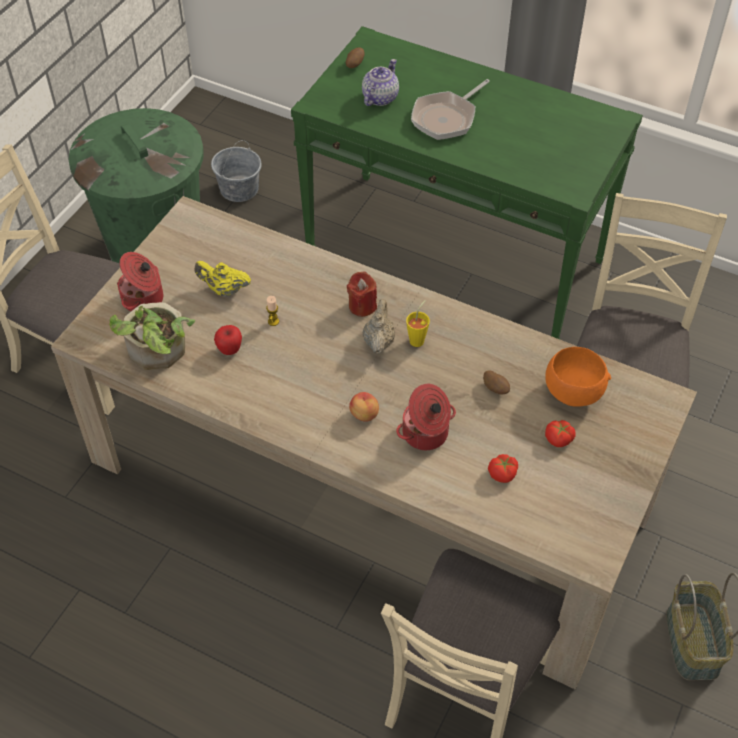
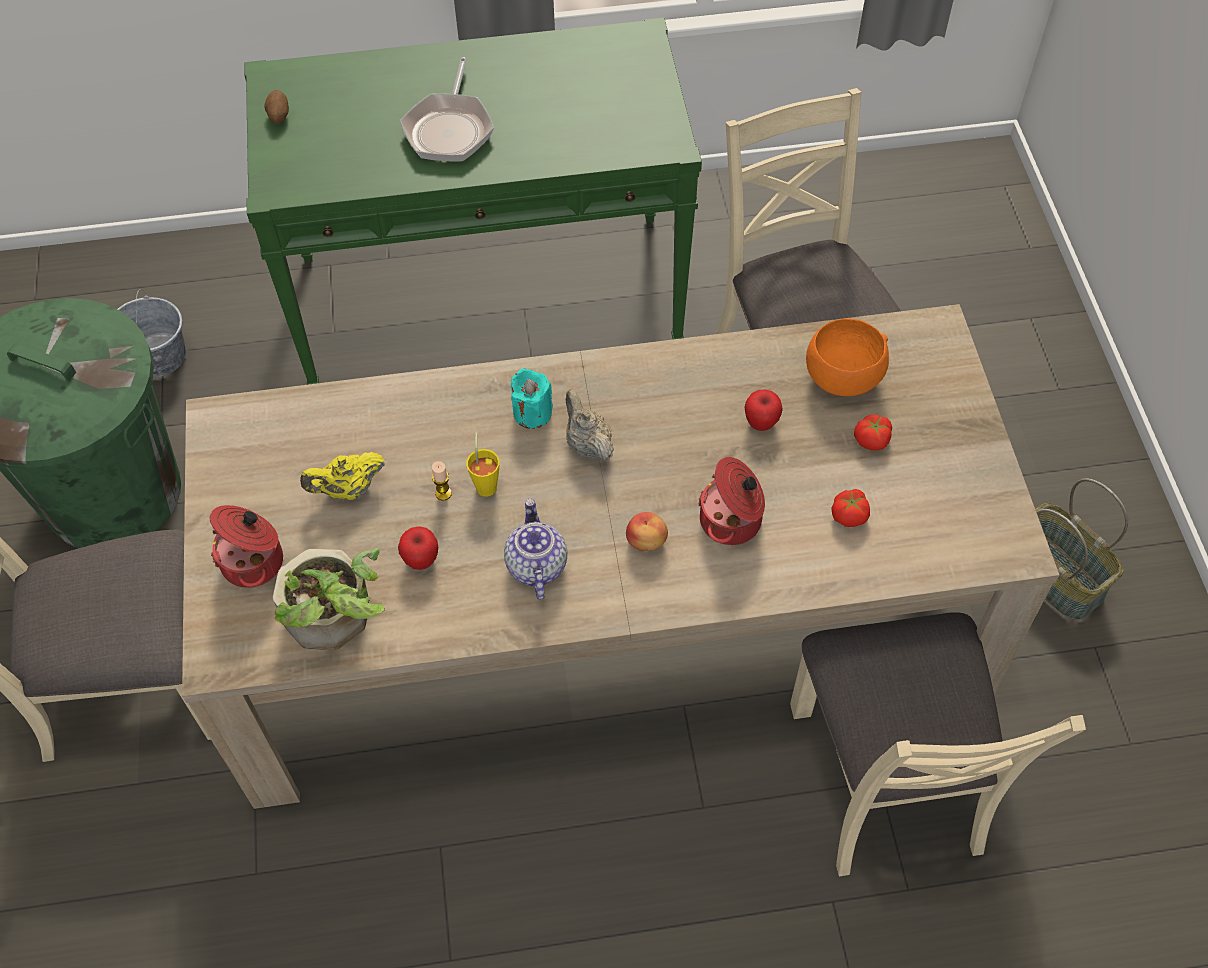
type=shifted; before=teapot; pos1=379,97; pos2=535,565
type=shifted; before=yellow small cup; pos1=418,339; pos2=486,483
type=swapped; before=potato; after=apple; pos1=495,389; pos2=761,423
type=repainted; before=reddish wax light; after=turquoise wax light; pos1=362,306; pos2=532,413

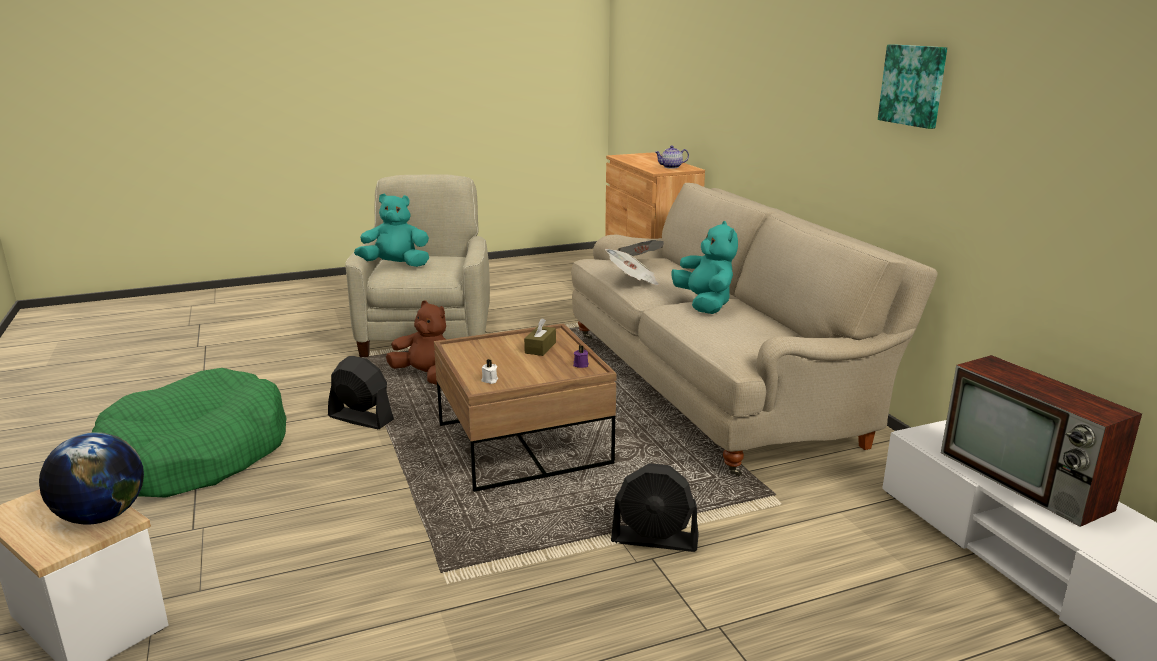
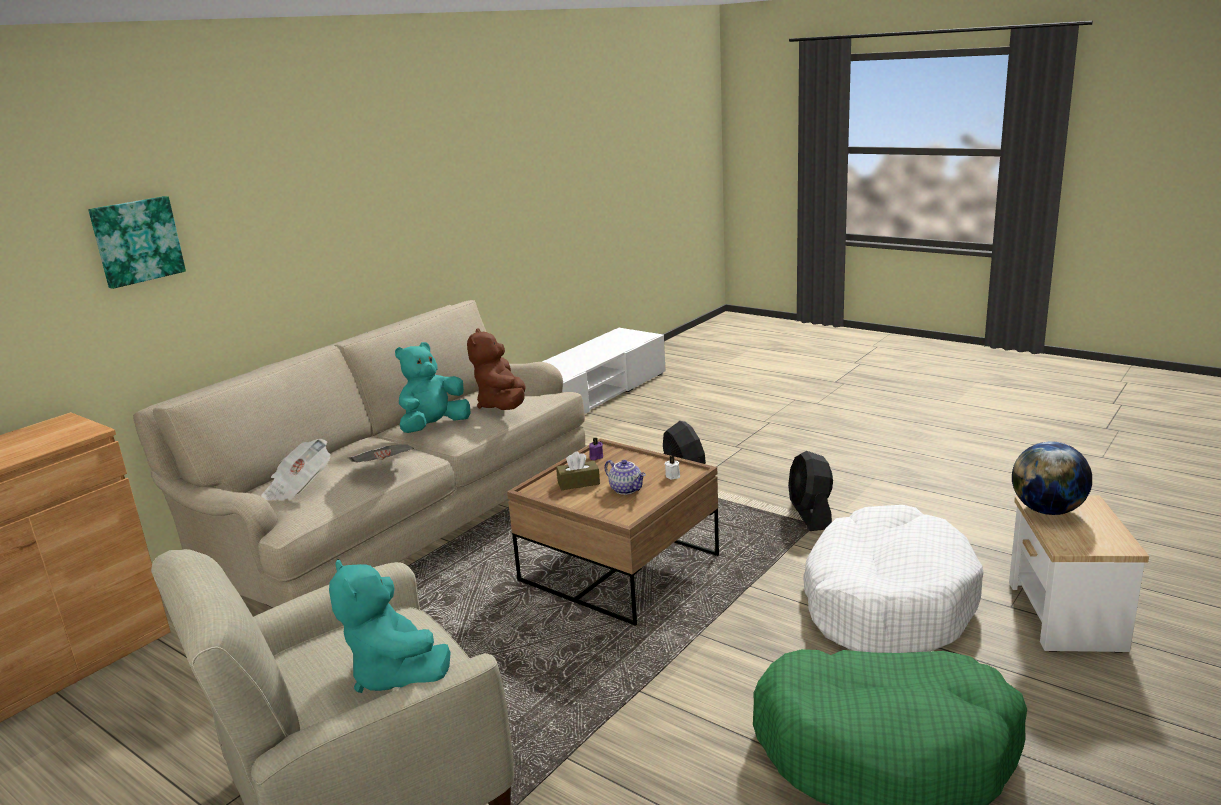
type=gone; before=TV set; pos1=1026,481
type=new; after=white dog cushion; pos2=887,602
type=shifted; before=black cooling fan; pos1=360,418; pos2=810,515
type=shifted; before=brownish soft toy; pos1=426,376; pos2=503,406
type=shifted; before=teapot; pos1=671,167; pos2=626,489
type=shifted; before=wall art; pos1=914,85; pos2=136,241

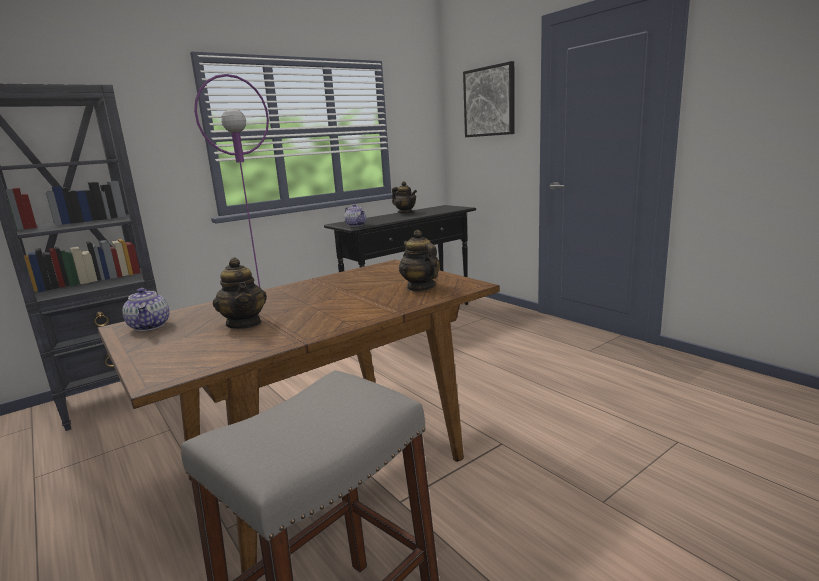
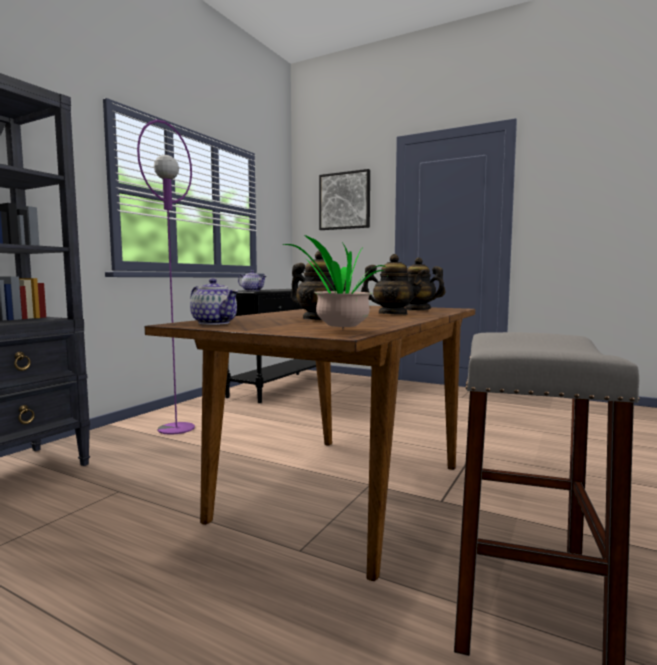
type=new; after=potted plant; pos2=338,330
type=shifted; before=teapot; pos1=405,213; pos2=392,314

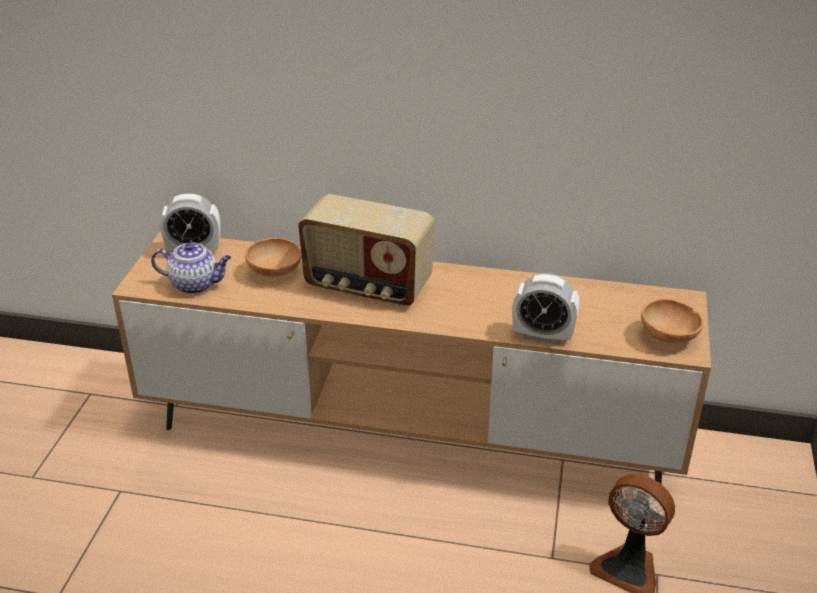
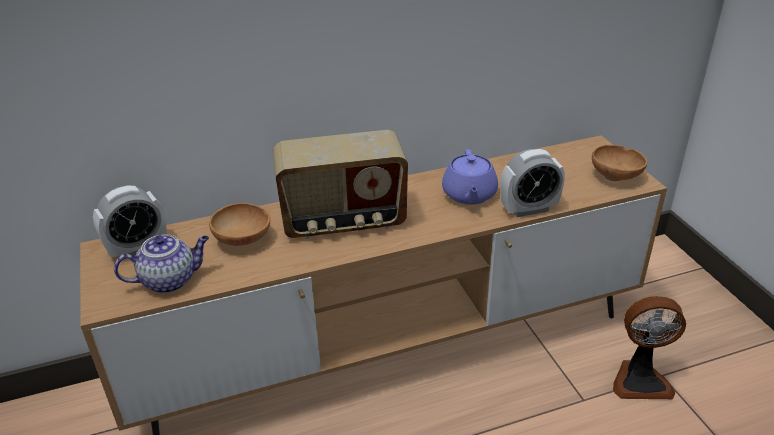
type=new; after=purplish teapot; pos2=469,195

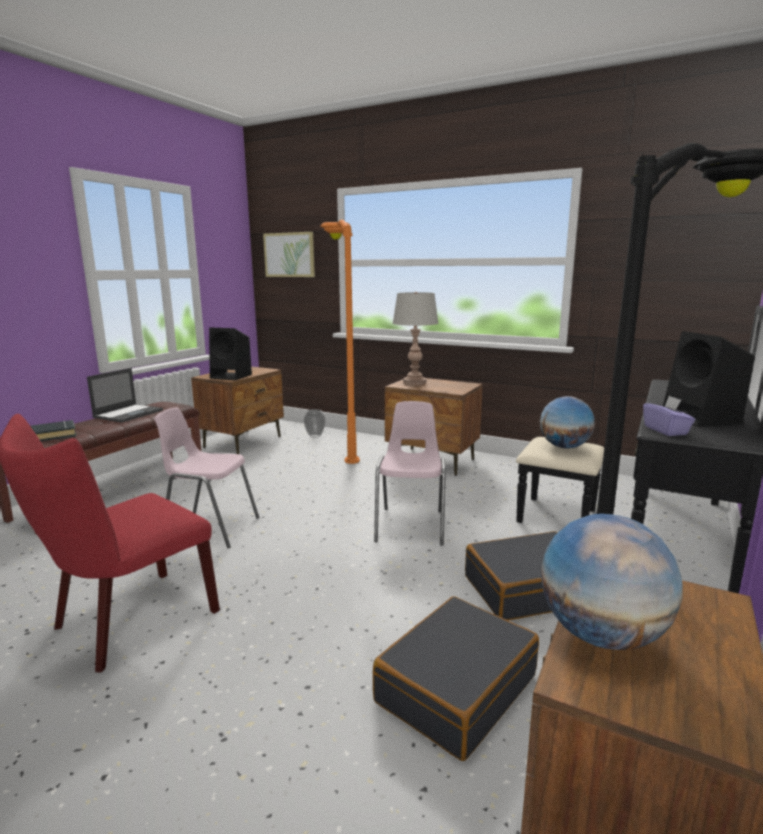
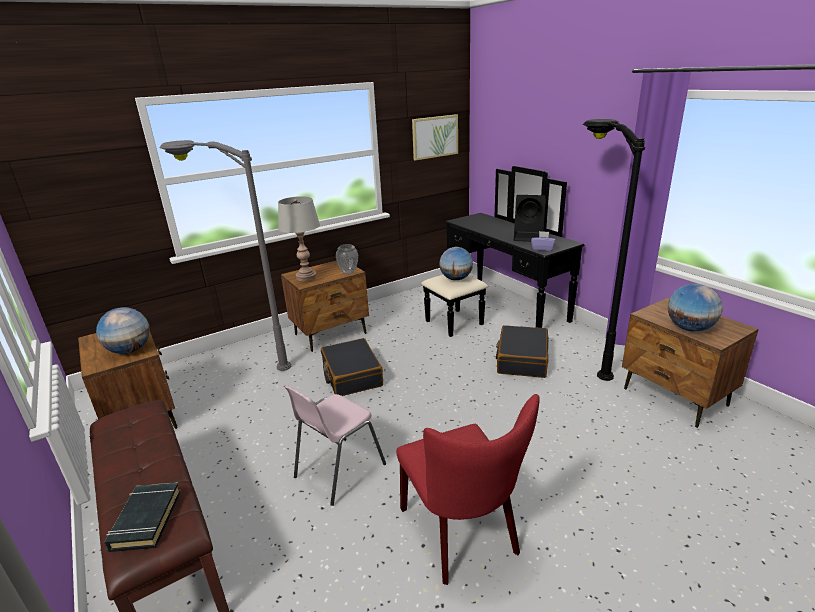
type=gone; before=notebook computer; pos1=129,413
type=gone; before=pink-coloured upright chair; pos1=411,525
type=shifted; before=wall art; pos1=289,255; pos2=435,137
type=shifted; before=decorative vase; pos1=315,436; pos2=349,272
type=shifted; before=black travel case; pos1=455,688; pos2=351,375
type=swapped; before=black loudspeaker; after=world globe; pos1=232,376; pos2=130,350
type=repainted; before=orange-coloured standard lamp; after=grey standard lamp; pos1=344,446; pos2=244,362

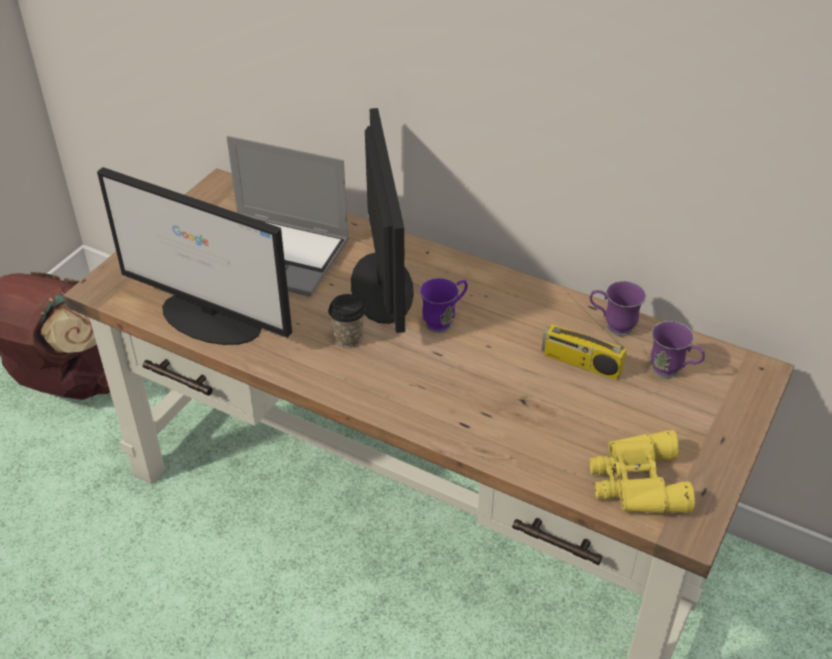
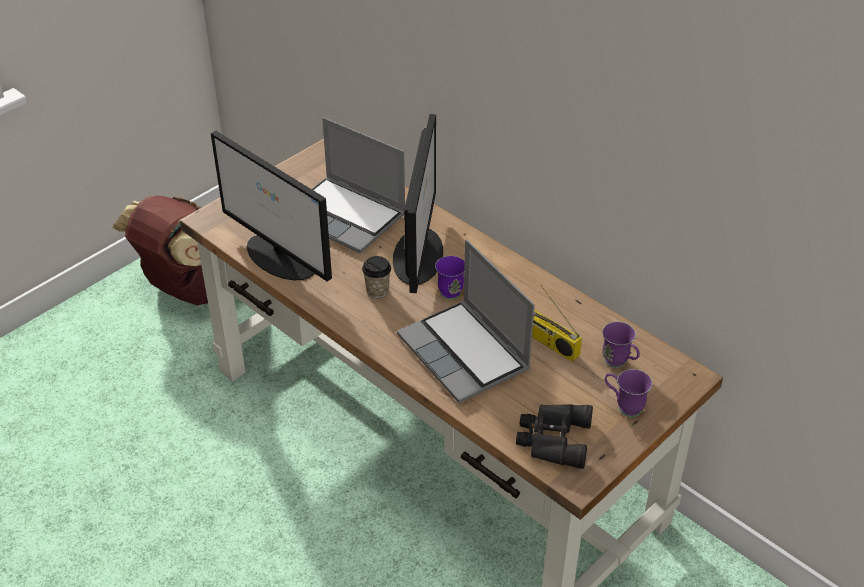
type=new; after=notebook computer; pos2=465,353
type=shifted; before=purplish mug; pos1=612,326; pos2=624,406
type=repainted; before=yellow pair of binoculars; after=black pair of binoculars; pos1=636,482; pos2=552,439

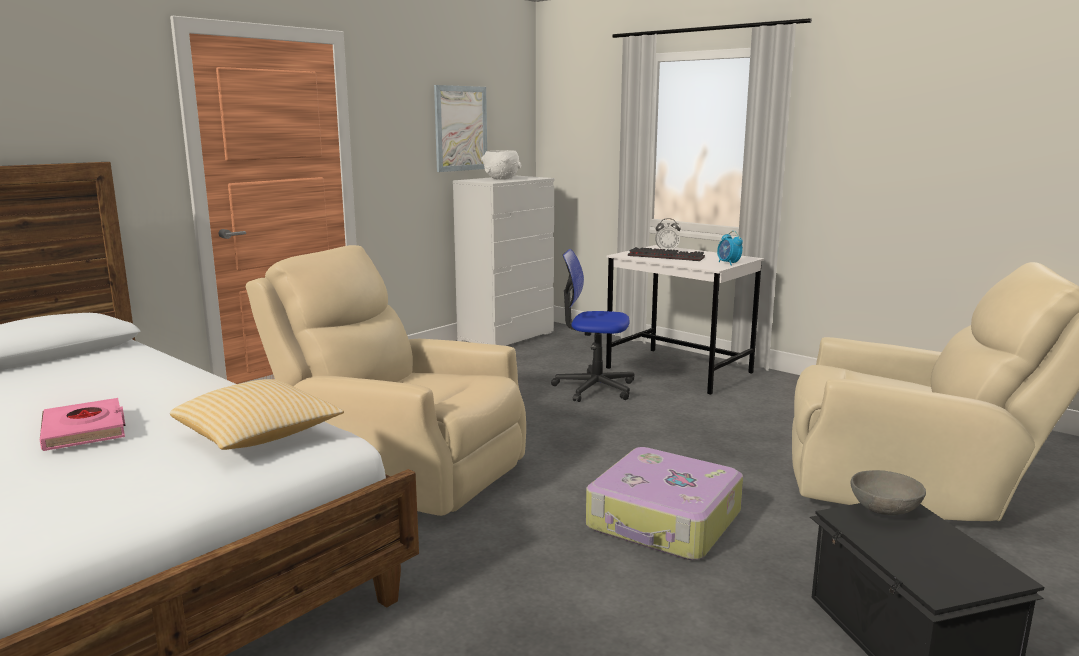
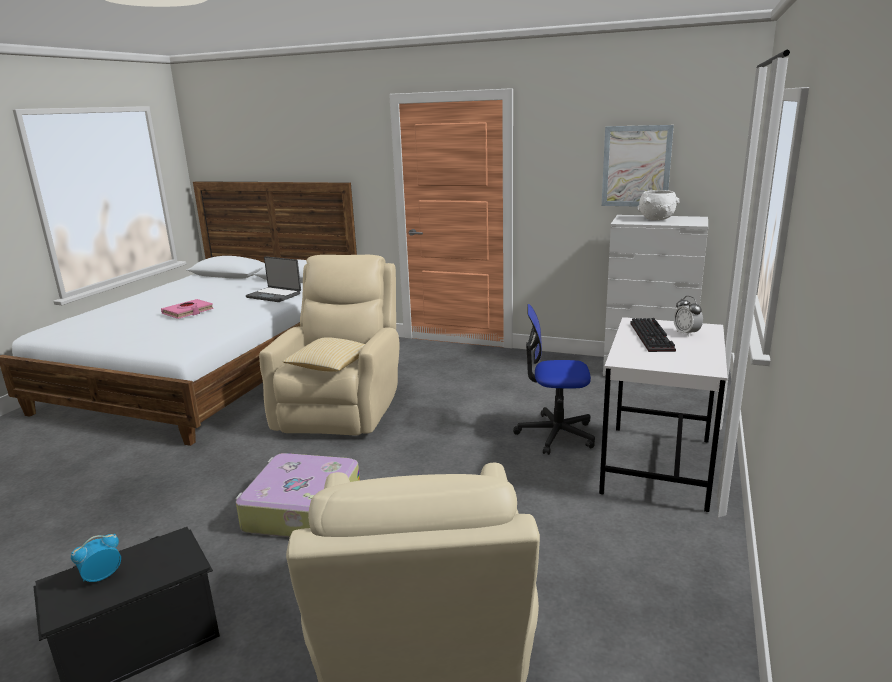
type=gone; before=grey bowl; pos1=885,510
type=new; after=notebook computer; pos2=274,295
type=shifted; before=pillow; pos1=258,437; pos2=329,367
type=shifted; before=table clock; pos1=728,263; pos2=101,576
type=rotated; before=desk chair; pos1=594,388; pos2=555,434; turn=-75

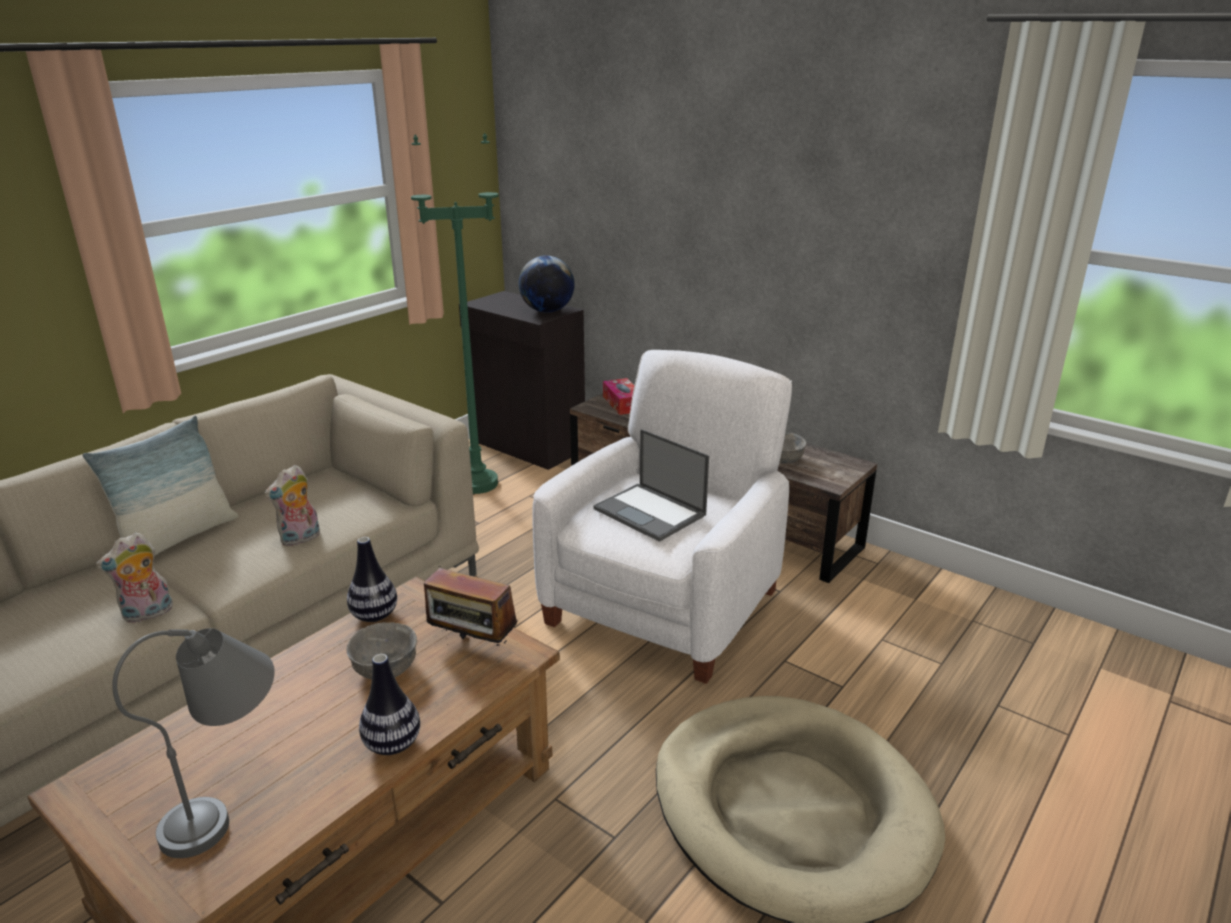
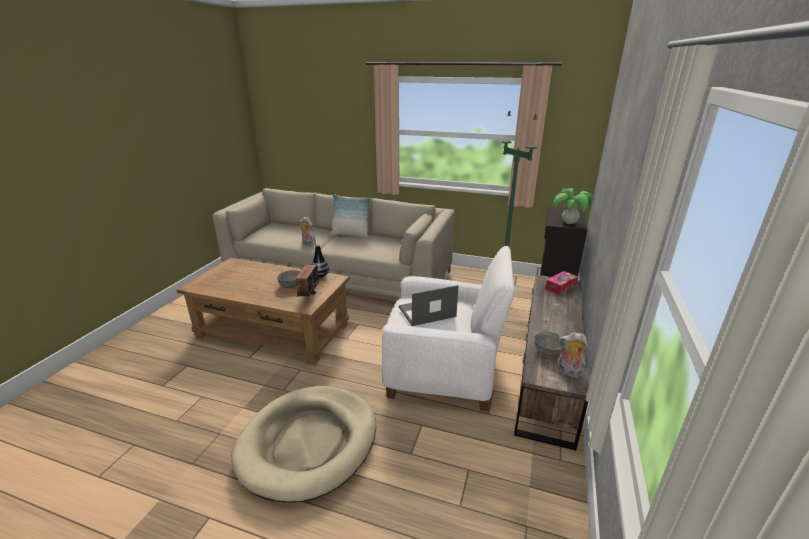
type=gone; before=grey table lamp; pos1=232,799
type=gone; before=decorative vase; pos1=393,744
type=shifted; before=soft toy; pos1=300,539; pos2=568,372
type=swapped; before=world globe; after=potted plant; pos1=547,311; pos2=569,223
type=rotated; before=notebook computer; pos1=651,512; pos2=426,312; turn=45

